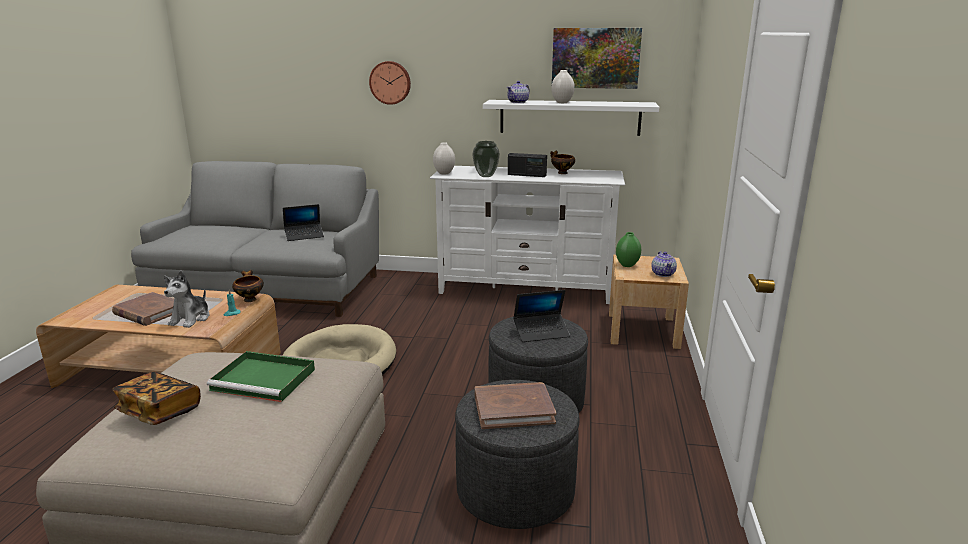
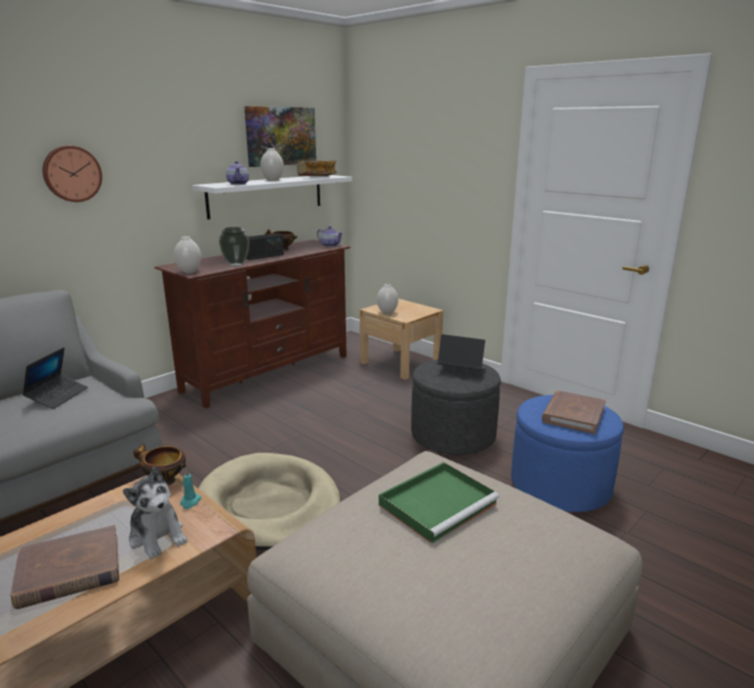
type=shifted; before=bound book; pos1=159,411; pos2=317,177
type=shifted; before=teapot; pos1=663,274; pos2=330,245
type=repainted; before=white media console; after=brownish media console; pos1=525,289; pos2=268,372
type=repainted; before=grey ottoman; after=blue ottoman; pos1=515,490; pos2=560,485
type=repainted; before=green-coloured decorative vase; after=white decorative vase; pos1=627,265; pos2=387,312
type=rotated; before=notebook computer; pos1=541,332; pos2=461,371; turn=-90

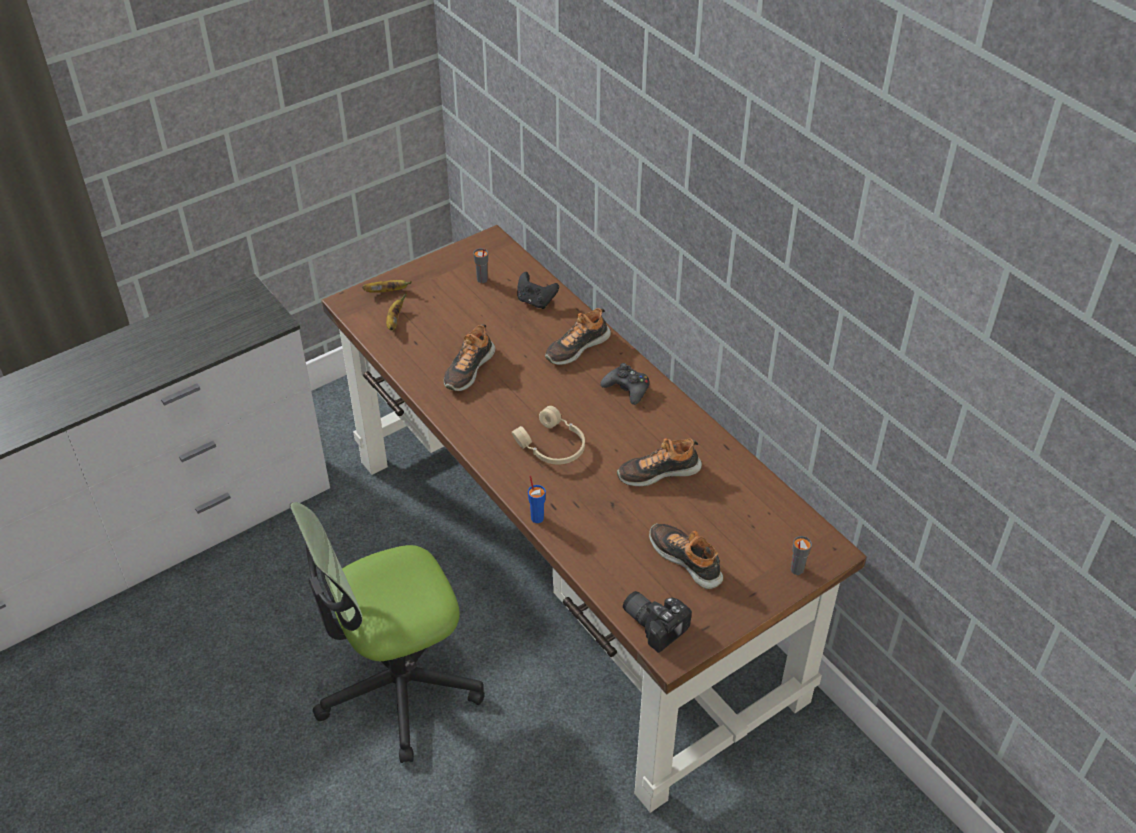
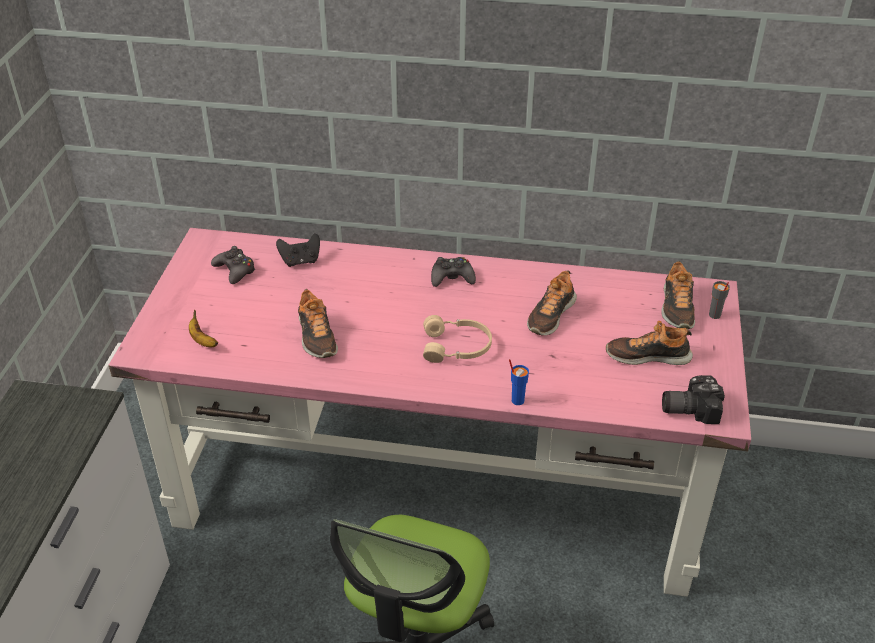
type=gone; before=banana; pos1=387,292
type=shifted; before=shoe; pos1=576,347; pos2=676,308
type=swapped; before=grey small cup; after=black game controller; pos1=482,280; pos2=235,270
type=repainted; before=brownish desk unit; after=pink-coloured desk unit; pos1=570,574; pos2=440,485

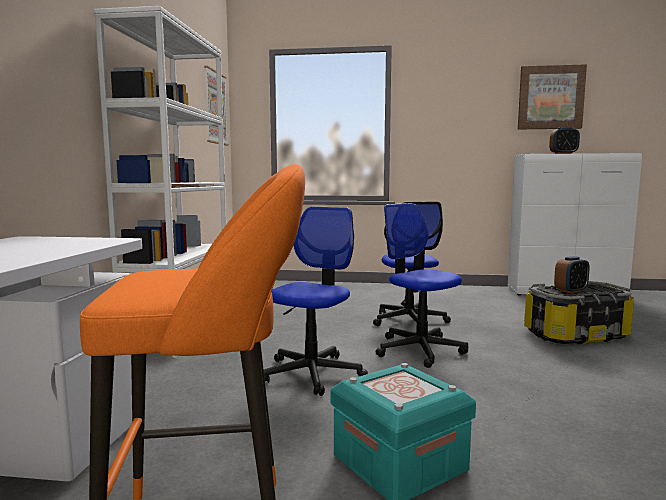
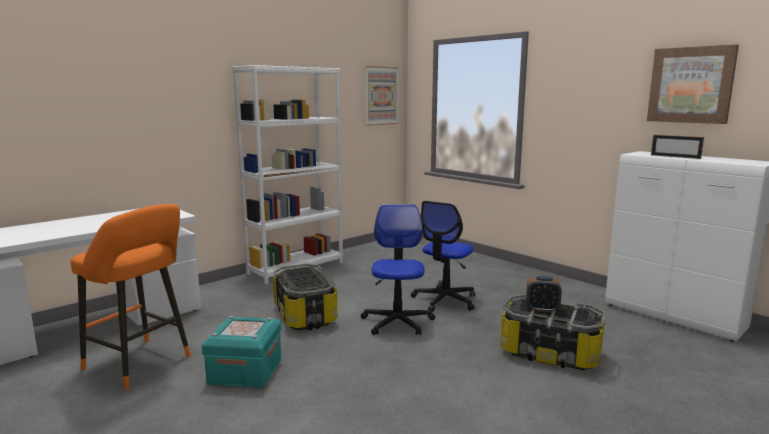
type=swapped; before=desk chair; after=storage bin; pos1=312,373; pos2=305,315
type=swapped; before=table clock; after=photo frame; pos1=563,153; pos2=675,157

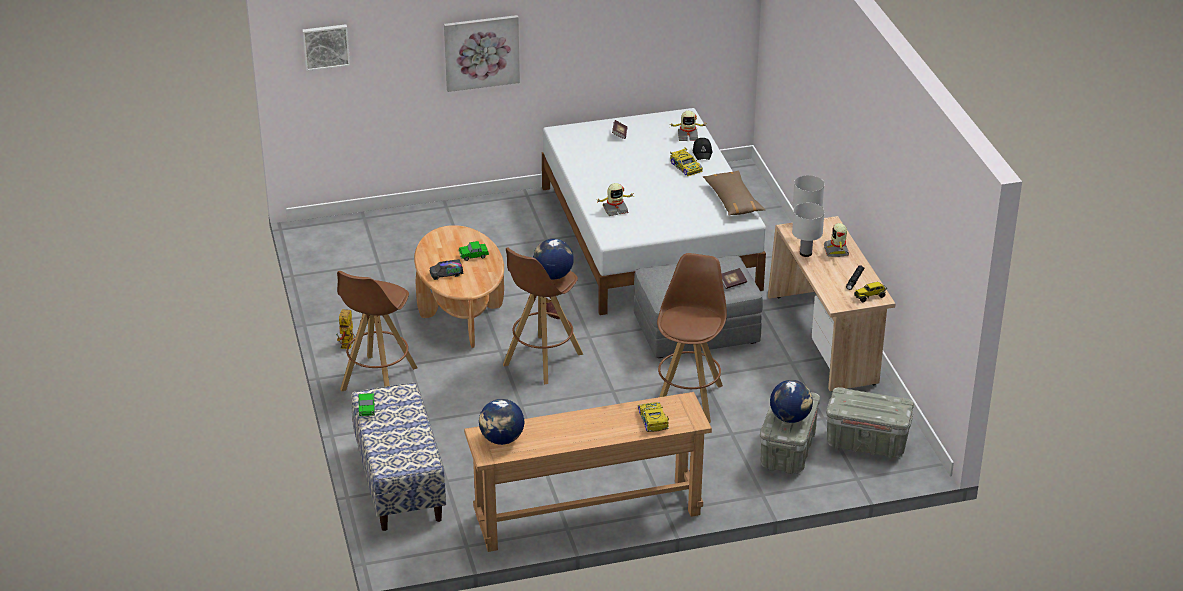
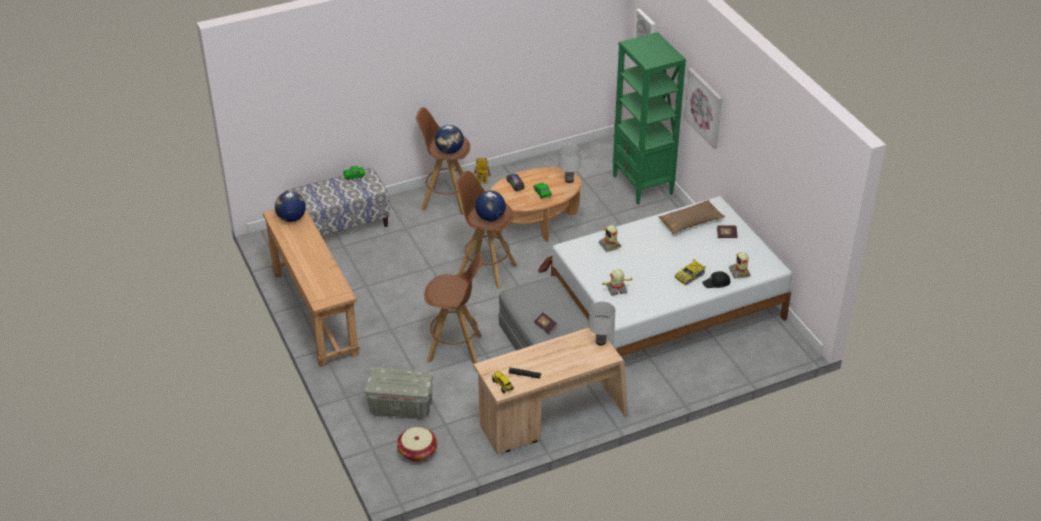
type=gone; before=model car; pos1=653,420
type=new; after=green-coloured bookshelf; pos2=642,185
type=shifted; before=brownish pillow; pos1=733,200; pos2=690,222
type=shifted; before=world globe; pos1=790,418; pos2=449,151
type=shifted; before=white table lamp; pos1=806,253; pos2=569,180
type=shifted; before=robot figure; pos1=837,250; pos2=616,289
type=swapped; before=grey storage bin; after=storage basket; pos1=866,443; pos2=417,451

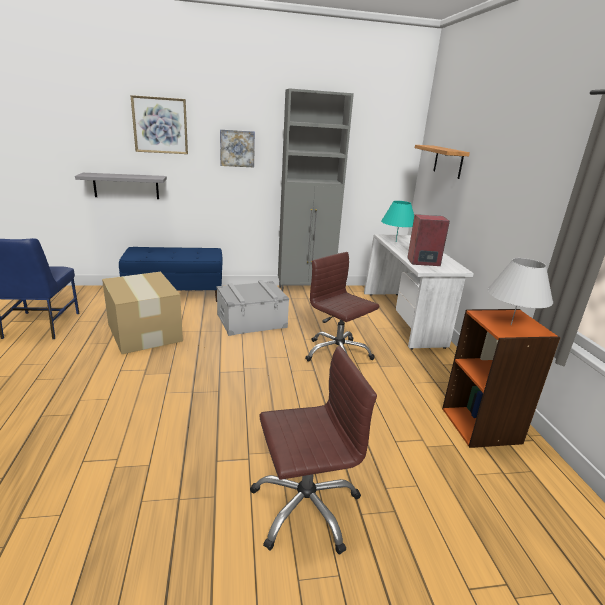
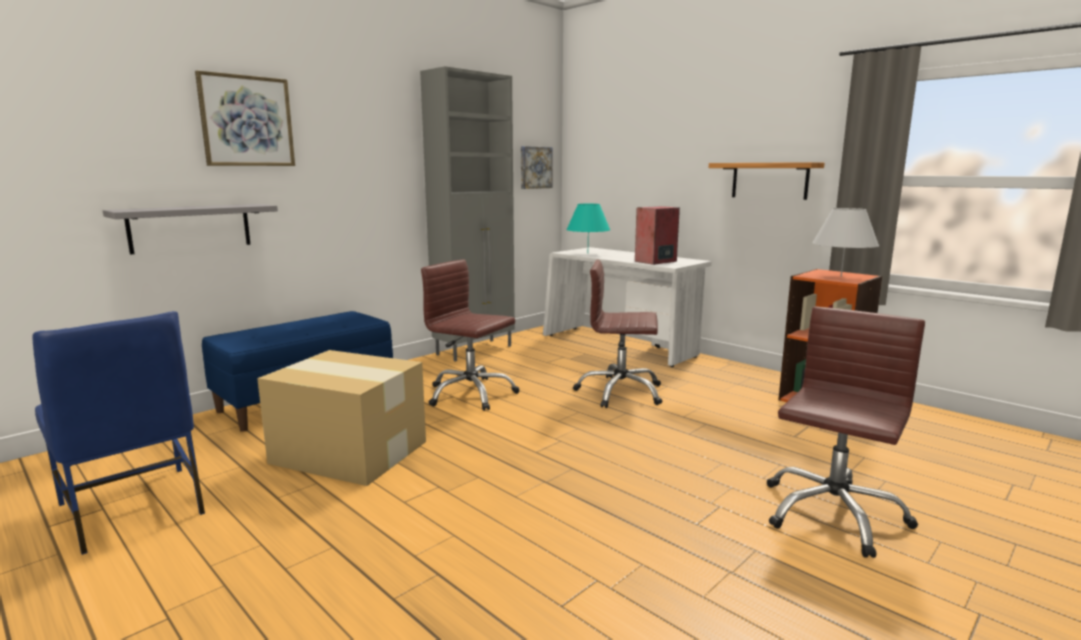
type=shifted; before=wall art; pos1=237,148; pos2=535,167
type=shifted; before=shelf; pos1=448,161; pos2=769,180
type=swapped; before=grey storage bin; after=brownish desk chair; pos1=251,320; pos2=470,394

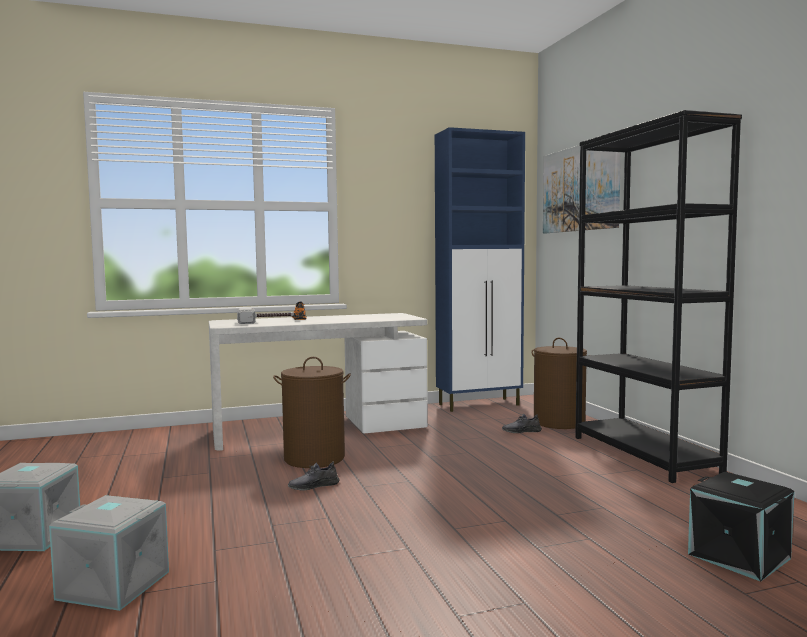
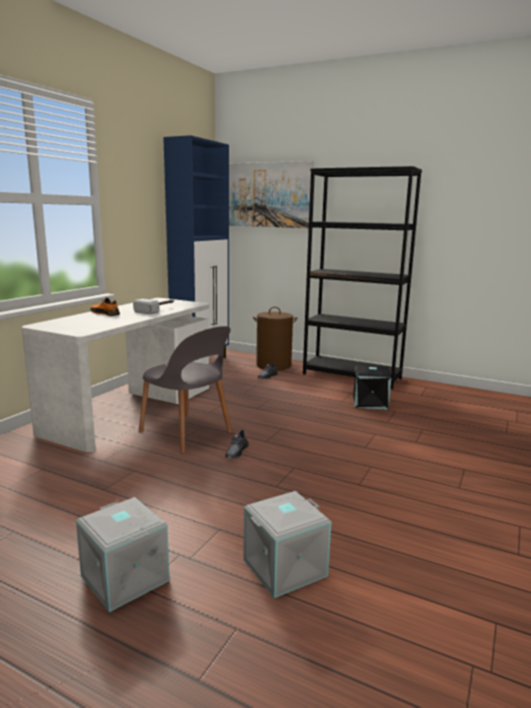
type=shifted; before=hand hammer; pos1=266,322; pos2=157,309
type=shifted; before=black storage bin; pos1=740,556; pos2=370,402
type=swapped; before=brownish hamper; after=grey upright chair; pos1=314,458; pos2=186,433

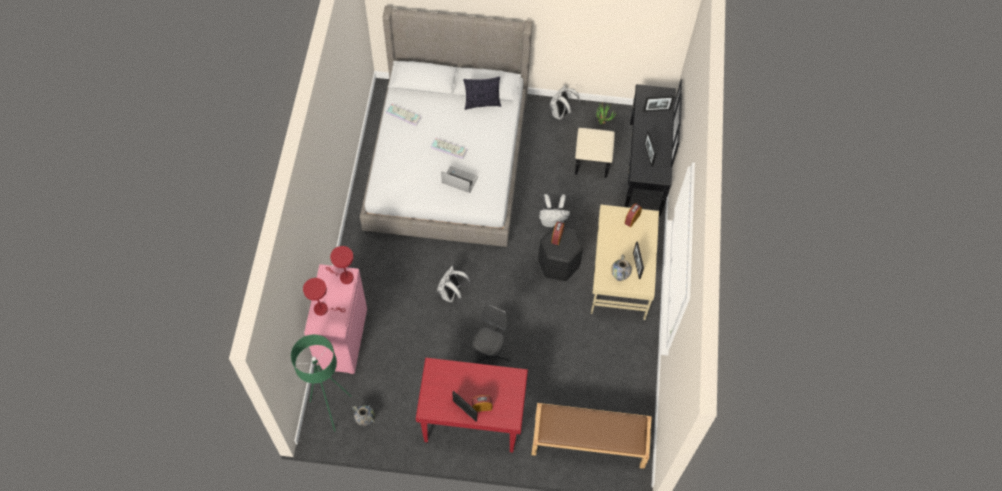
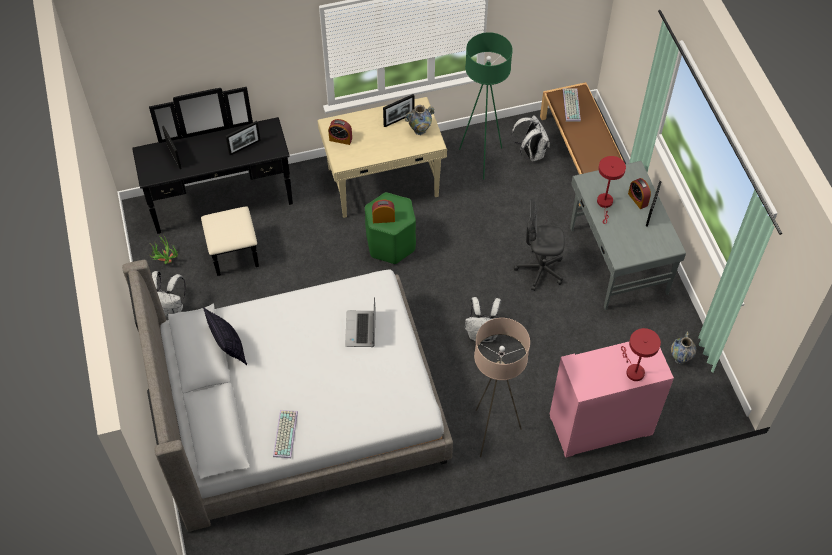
type=new; after=beige-coloured standard lamp; pos2=492,432
type=shifted; before=green-coloured standard lamp; pos1=331,409; pos2=481,159
type=shifted; before=reddish table lamp; pos1=344,277; pos2=605,204
type=shifted; before=computer keyboard; pos1=449,148; pos2=570,104
type=shifted; before=white backpack; pos1=552,221; pos2=530,153
type=repainted; before=reddish desk unit; after=grey desk unit; pos1=471,418; pos2=617,261
type=repainted; before=black stool; after=green-coloured stool; pos1=558,263; pos2=390,244

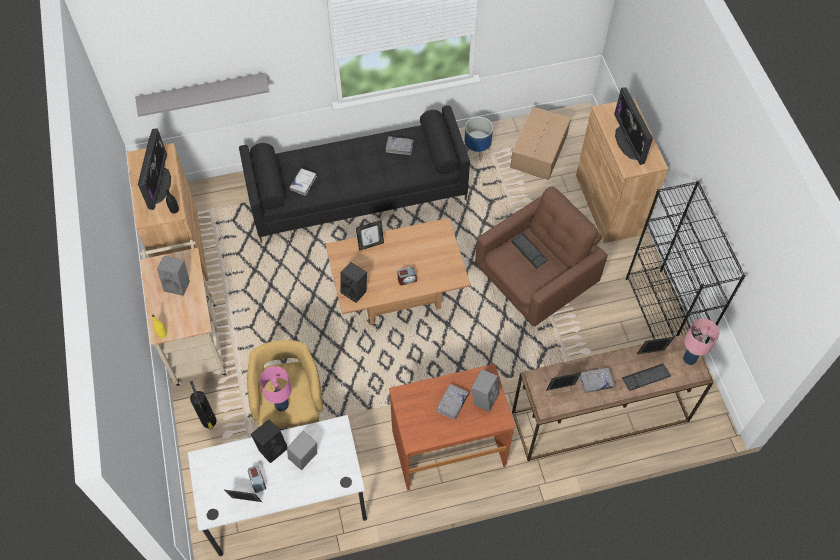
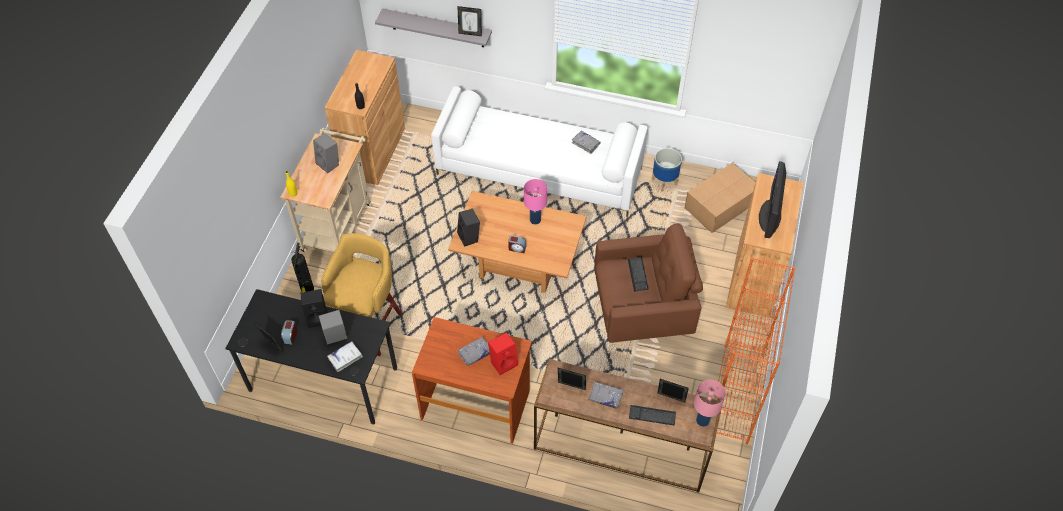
type=gone; before=monitor; pos1=158,185
type=shifted; before=pink-coloured table lamp; pos1=281,405; pos2=535,220
type=shifted; before=white bound book; pos1=303,183; pos2=345,358
type=shifted; before=photo frame; pos1=370,245; pos2=470,33
type=repainted; before=white desk unit; after=black desk unit; pos1=287,503; pos2=323,379
type=repainted; before=black settee; after=white settee; pos1=358,193; pos2=540,171
type=repainted; before=grey loudspeaker; after=reddish loudspeaker; pos1=484,397; pos2=503,362
type=repainted; before=black bookshelf; after=orange-coloured bookshelf; pos1=662,317; pos2=736,394

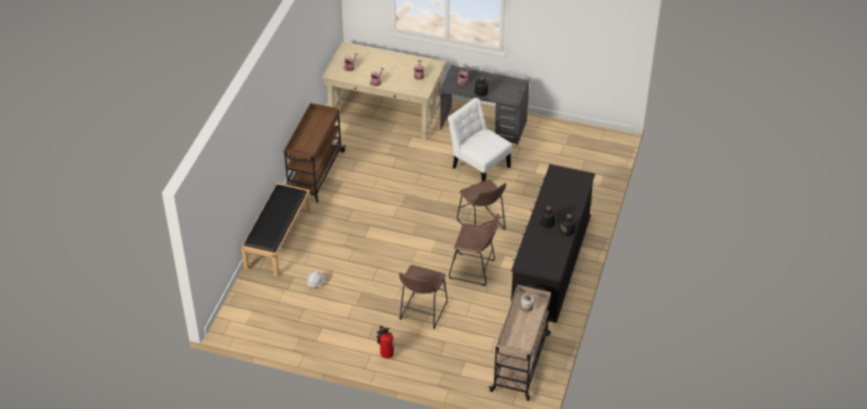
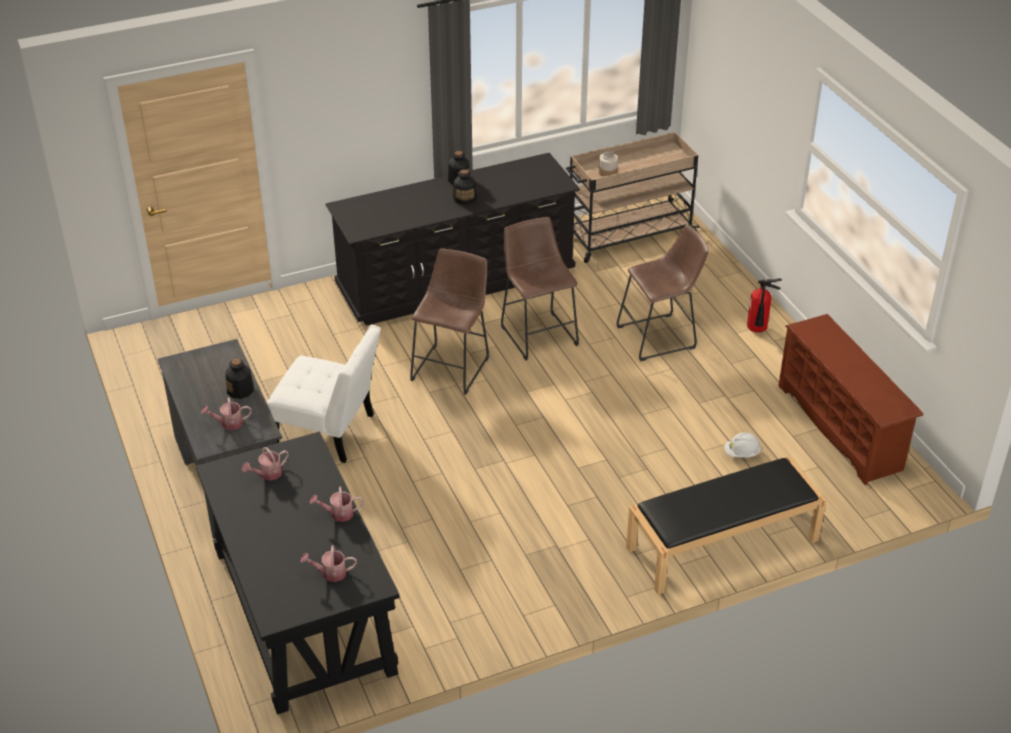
type=gone; before=brownish trolley; pos1=314,174
type=new; after=brownish shoe shelf; pos2=841,427
type=repainted; before=beige-coloured desk unit; after=black desk unit; pos1=385,111; pos2=303,611
type=rotated; before=white upright chair; pos1=479,165; pos2=329,432; turn=-75

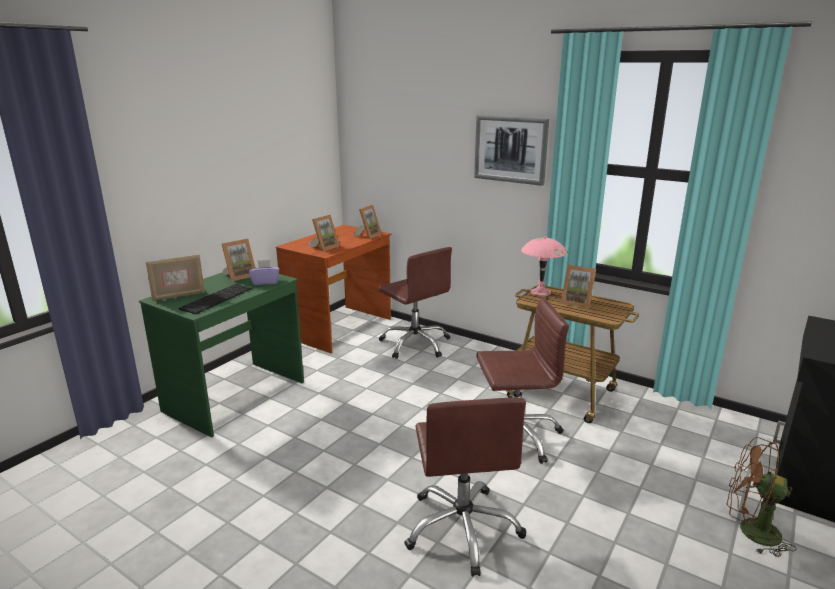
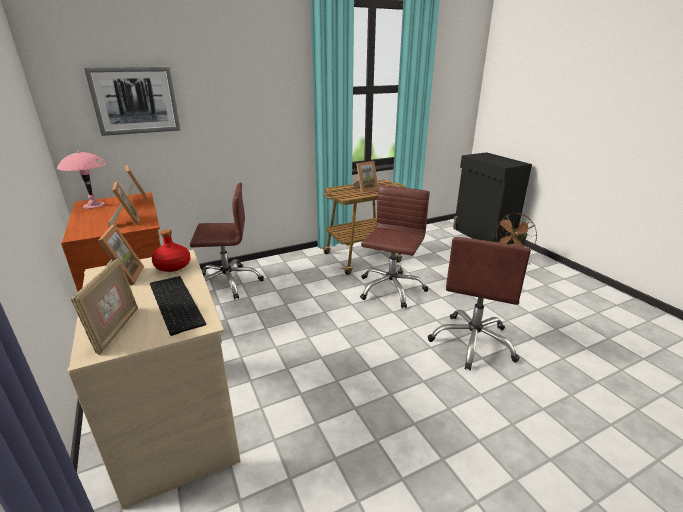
type=shifted; before=wall art; pos1=510,149; pos2=135,100
type=shifted; before=pink-coloured table lamp; pos1=540,292; pos2=93,205
type=swapped; before=purplish tissue box; after=reddish beverage bottle; pos1=265,282; pos2=173,266
type=repainted; before=green-coloured desk unit; after=beige-coloured desk unit; pos1=236,397; pos2=177,420
type=rotated; before=brownish desk chair; pos1=463,528; pos2=473,342; turn=90

